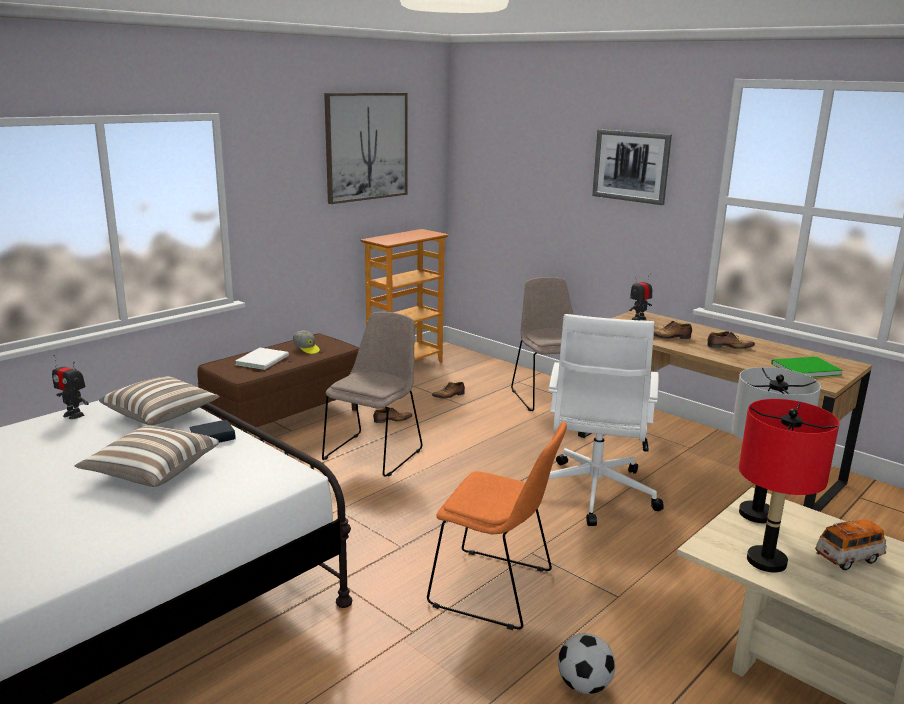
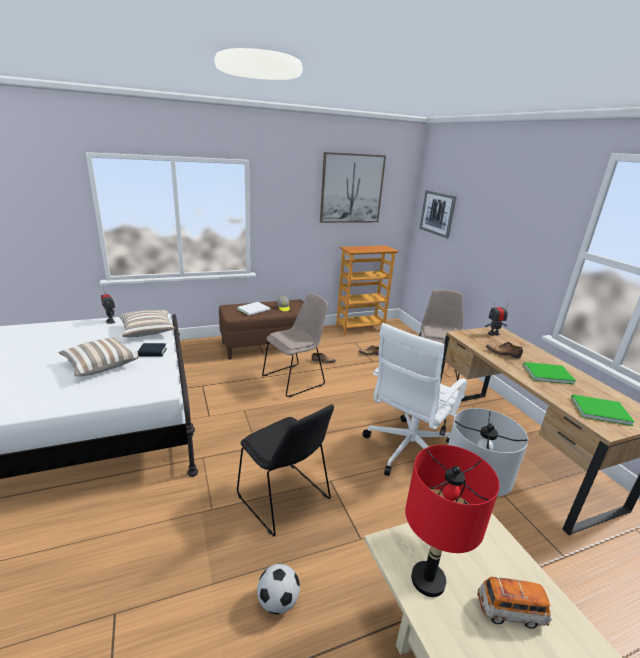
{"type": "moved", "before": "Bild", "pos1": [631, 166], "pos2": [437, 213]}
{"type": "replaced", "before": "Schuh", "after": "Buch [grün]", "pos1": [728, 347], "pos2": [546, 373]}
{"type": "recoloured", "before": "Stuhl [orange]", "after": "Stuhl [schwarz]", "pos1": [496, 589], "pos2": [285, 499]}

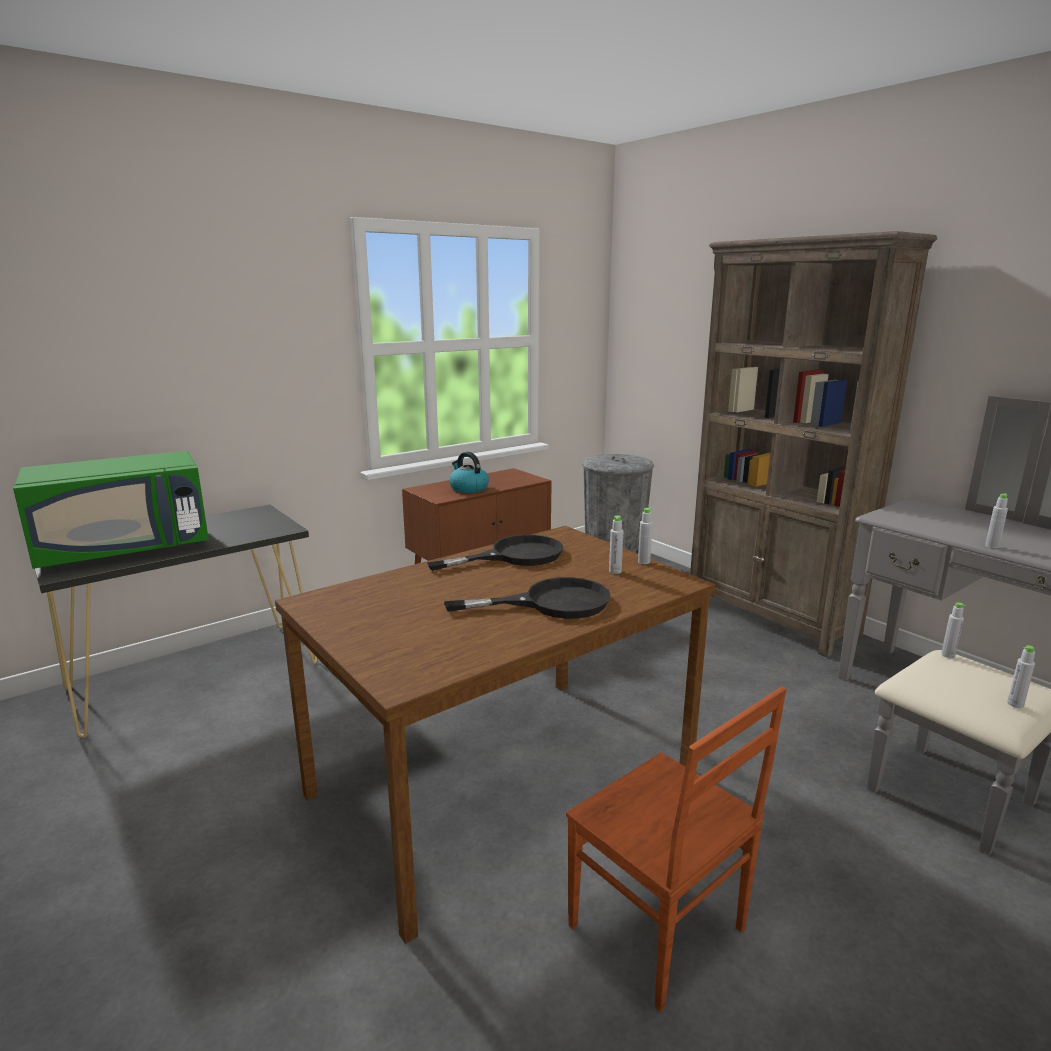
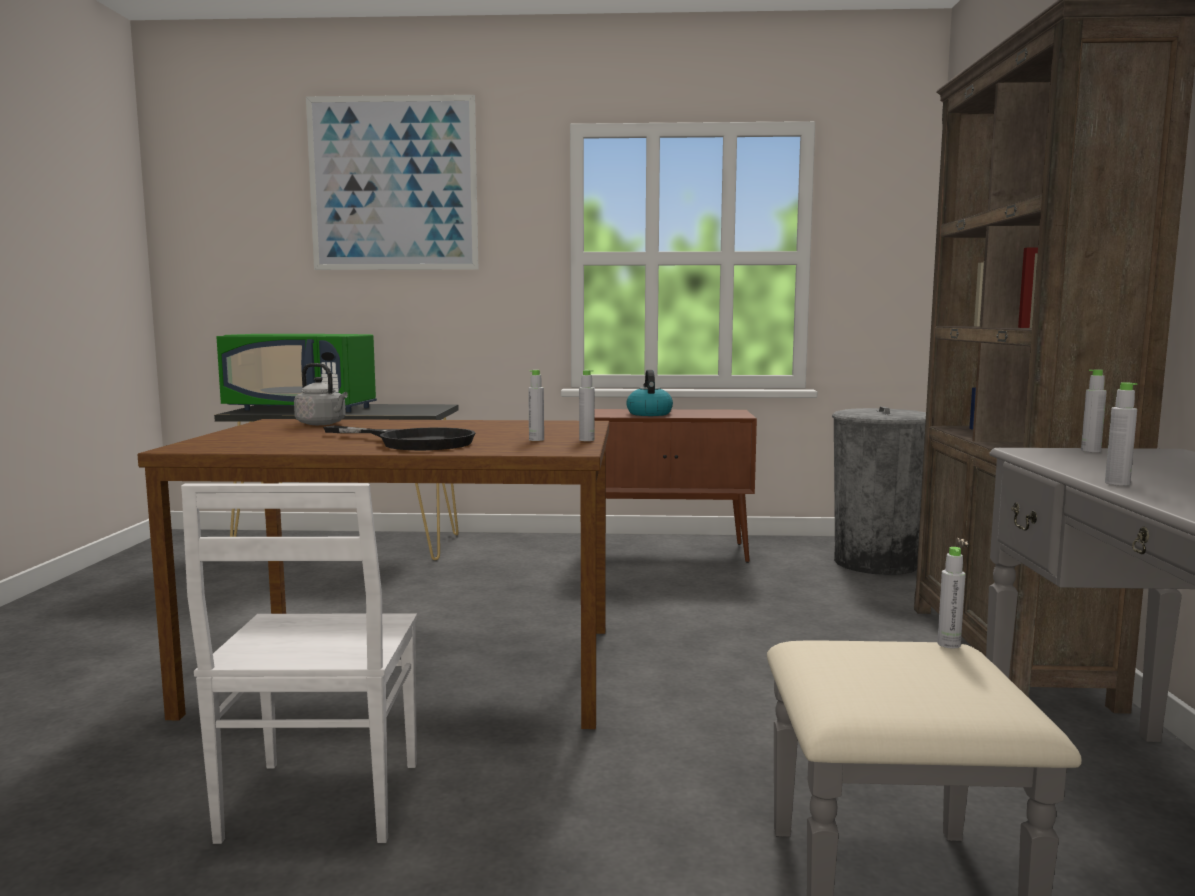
{"type": "removed", "before": "Pfanne [schwarz]", "pos1": [514, 556]}
{"type": "moved", "before": "Flasche [grau]", "pos1": [1015, 704], "pos2": [1090, 451]}
{"type": "recoloured", "before": "Stuhl [braun]", "after": "Stuhl [weiß]", "pos1": [657, 930], "pos2": [318, 803]}
{"type": "added", "after": "Bild", "pos2": [393, 184]}
{"type": "added", "after": "Wasserkessel [grau]", "pos2": [323, 424]}

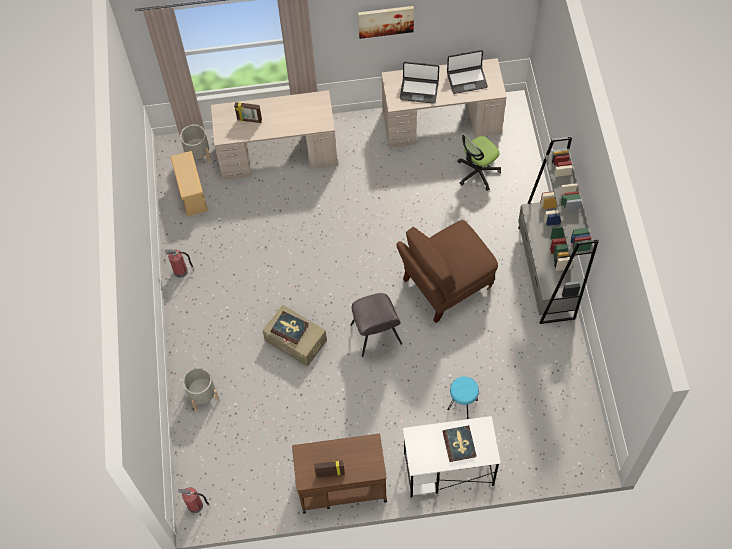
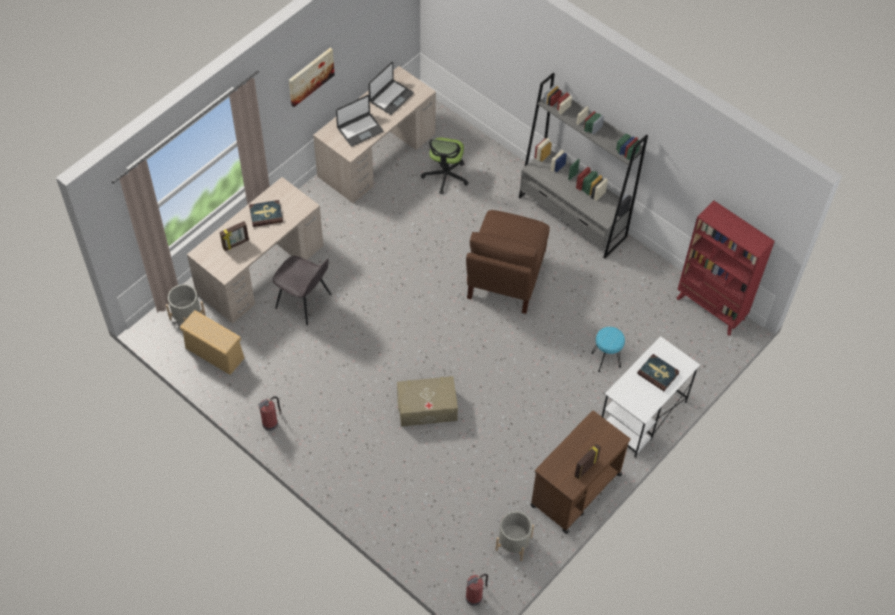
{"type": "moved", "before": "Stuhl [grau]", "pos1": [376, 336], "pos2": [304, 302]}
{"type": "moved", "before": "Buch", "pos1": [290, 328], "pos2": [266, 214]}
{"type": "moved", "before": "Pflanzkübel [grau]", "pos1": [203, 395], "pos2": [513, 543]}
{"type": "added", "after": "Bücherregal [rot]", "pos2": [710, 309]}

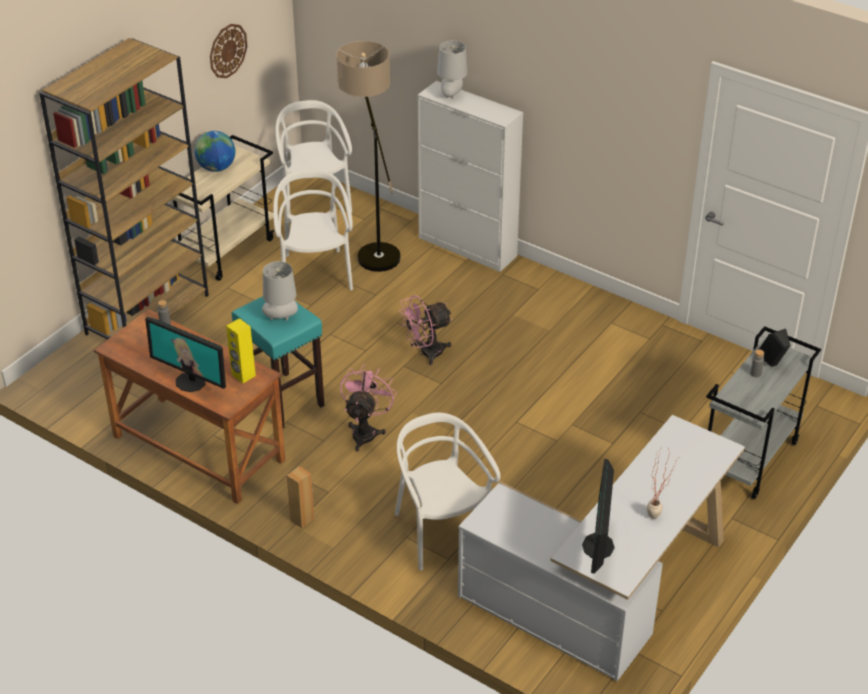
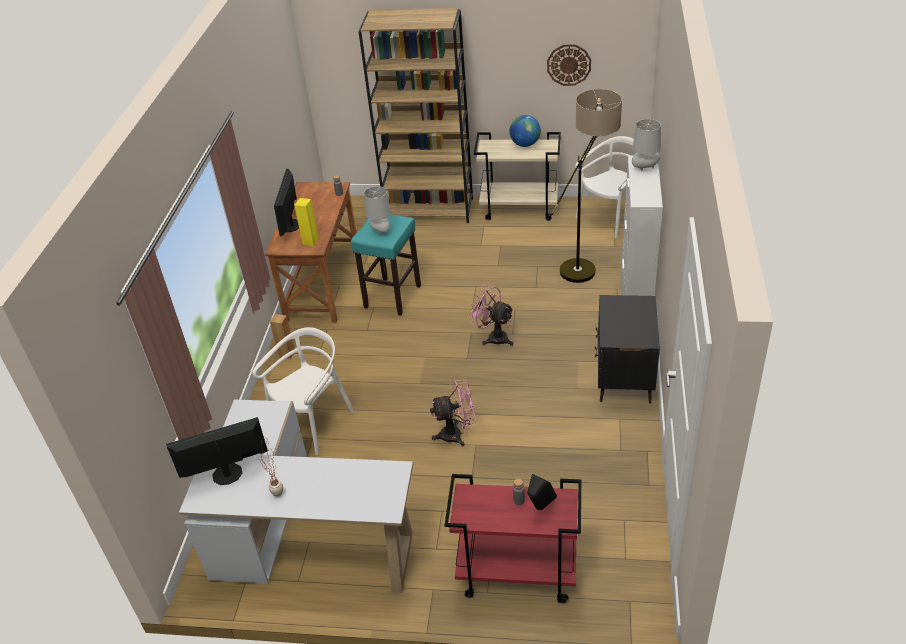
{"type": "removed", "before": "Stuhl [weiß]", "pos1": [315, 274]}
{"type": "recoloured", "before": "Rollwagen [grau]", "after": "Rollwagen [rot]", "pos1": [748, 459], "pos2": [515, 575]}
{"type": "moved", "before": "Ventilator [rosa]", "pos1": [366, 431], "pos2": [457, 434]}
{"type": "added", "after": "Nachttisch [schwarz]", "pos2": [623, 378]}

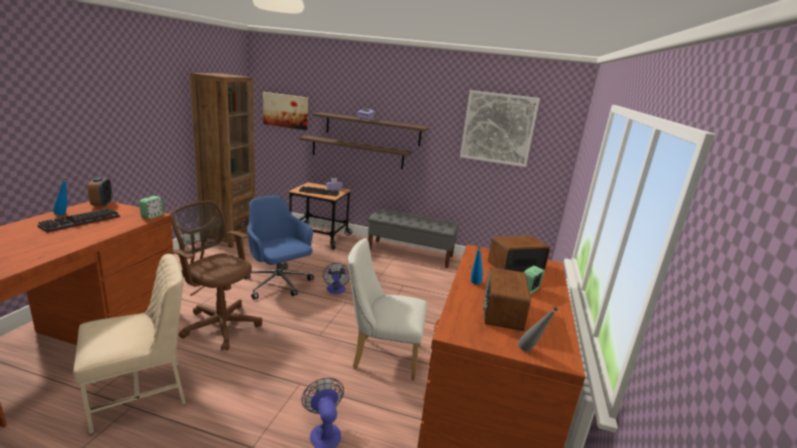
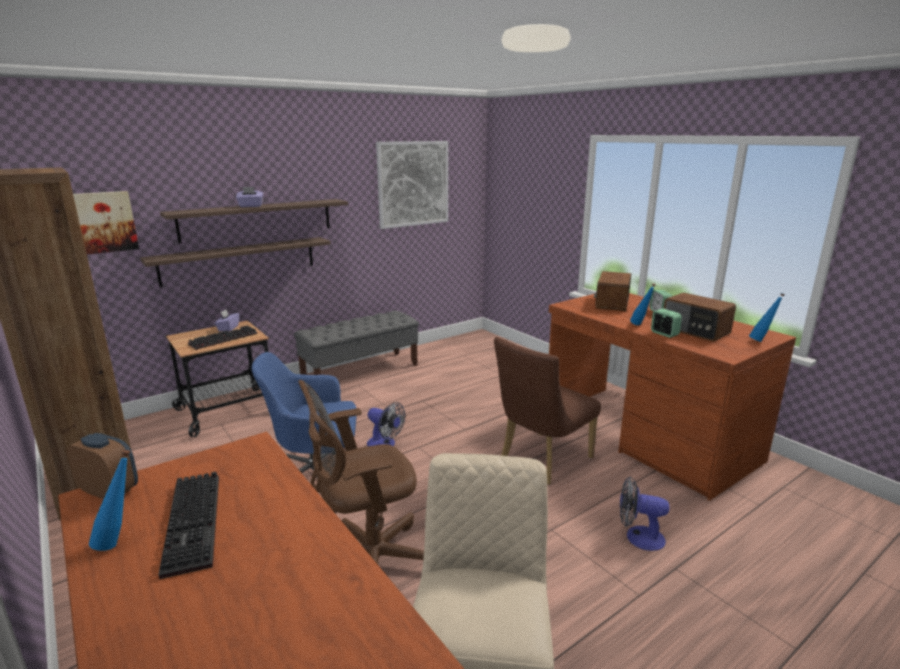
{"type": "moved", "before": "Wecker", "pos1": [152, 216], "pos2": [664, 334]}
{"type": "recoloured", "before": "Stuhl [weiß]", "after": "Stuhl [braun]", "pos1": [381, 356], "pos2": [541, 461]}
{"type": "recoloured", "before": "Flasche [grau]", "after": "Flasche [blau]", "pos1": [531, 352], "pos2": [761, 341]}

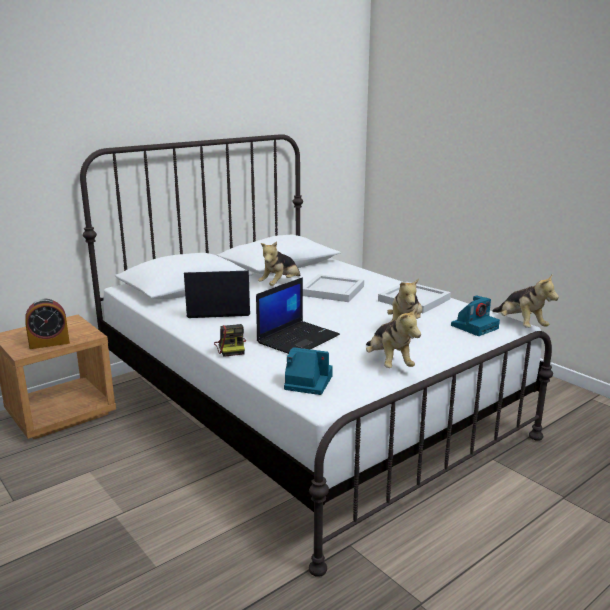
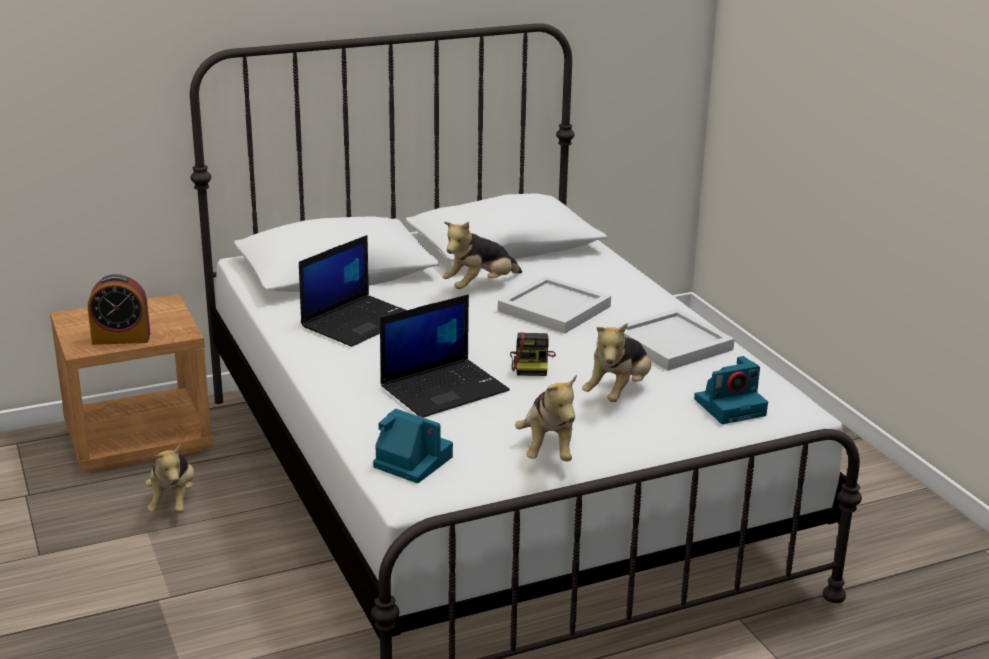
{"type": "turned", "before": "Laptop", "pos1": [218, 309], "pos2": [359, 321], "turn": 120}
{"type": "moved", "before": "Plüschtier", "pos1": [520, 325], "pos2": [173, 502]}
{"type": "moved", "before": "Kamera", "pos1": [231, 348], "pos2": [532, 363]}

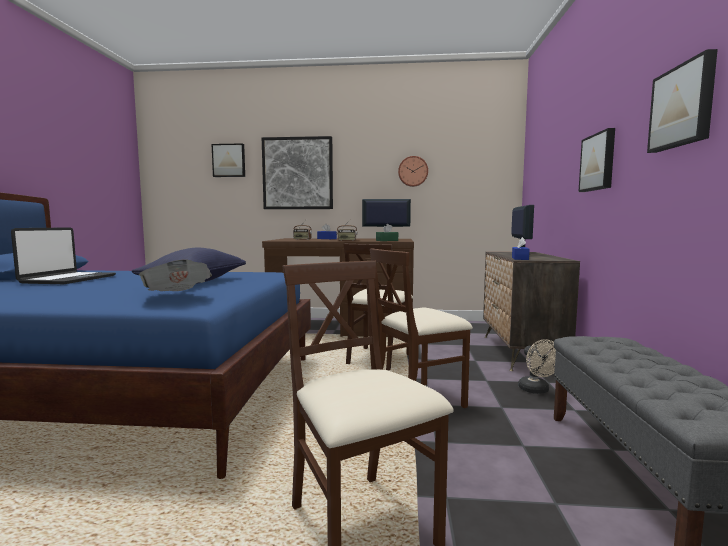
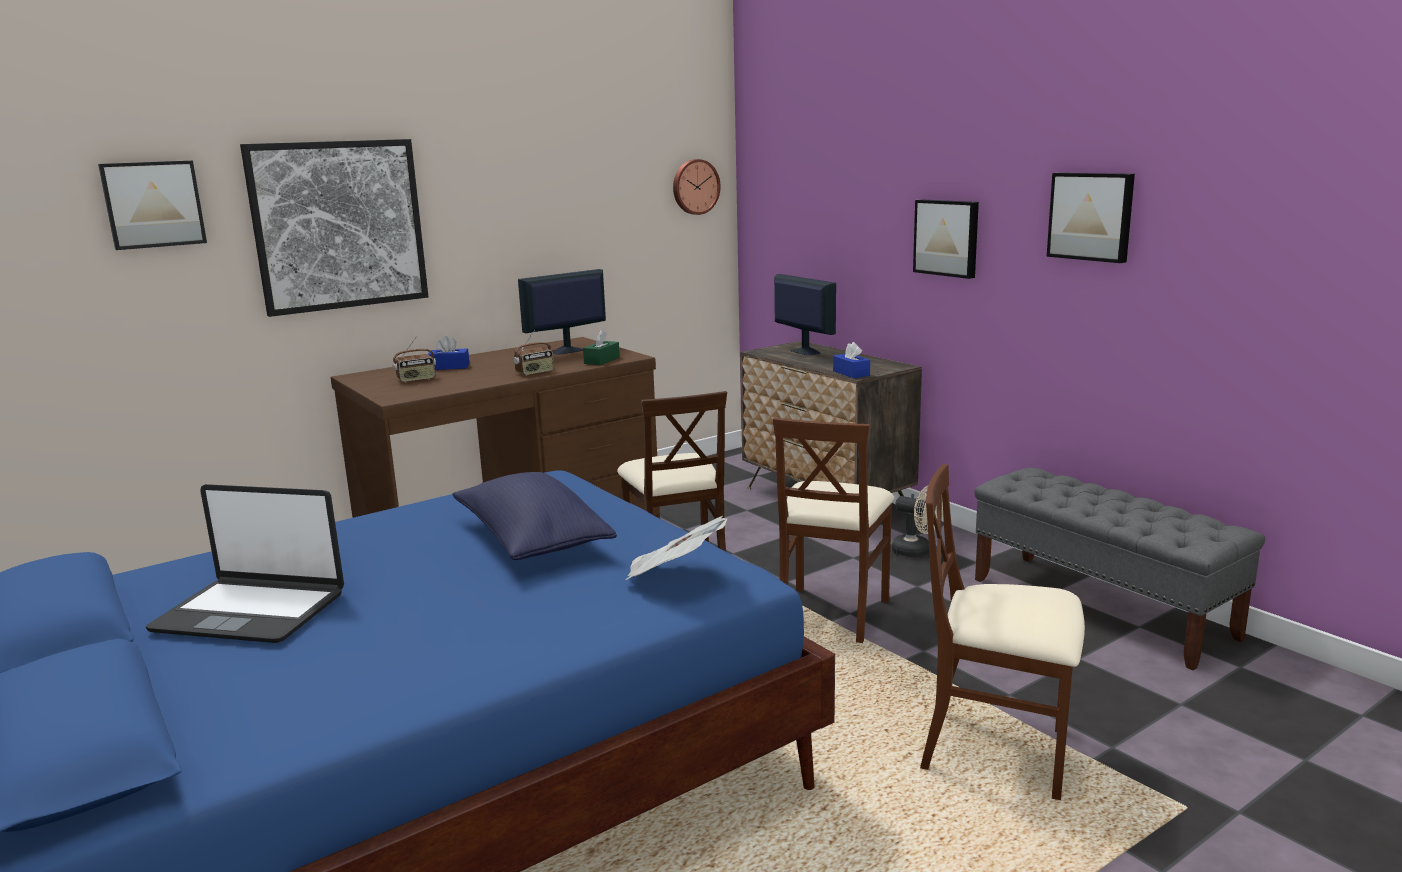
{"type": "moved", "before": "Wanduhr", "pos1": [413, 171], "pos2": [695, 187]}
{"type": "turned", "before": "Laptop", "pos1": [68, 279], "pos2": [251, 611], "turn": 135}

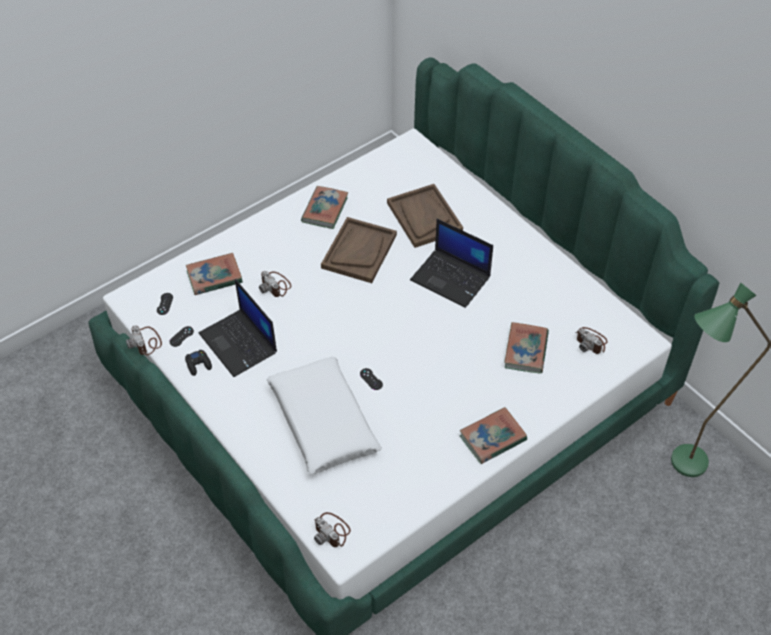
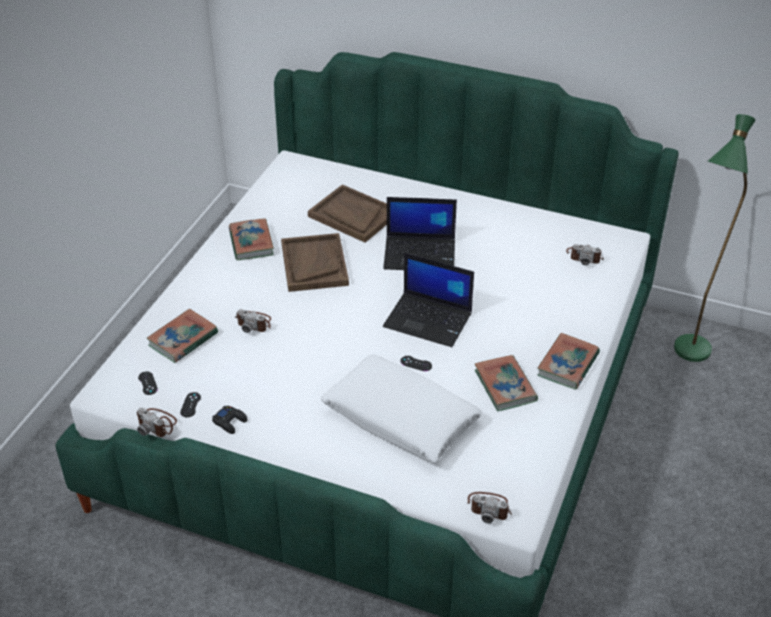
{"type": "moved", "before": "Laptop", "pos1": [239, 343], "pos2": [429, 320]}
{"type": "moved", "before": "Buch", "pos1": [526, 350], "pos2": [505, 386]}

